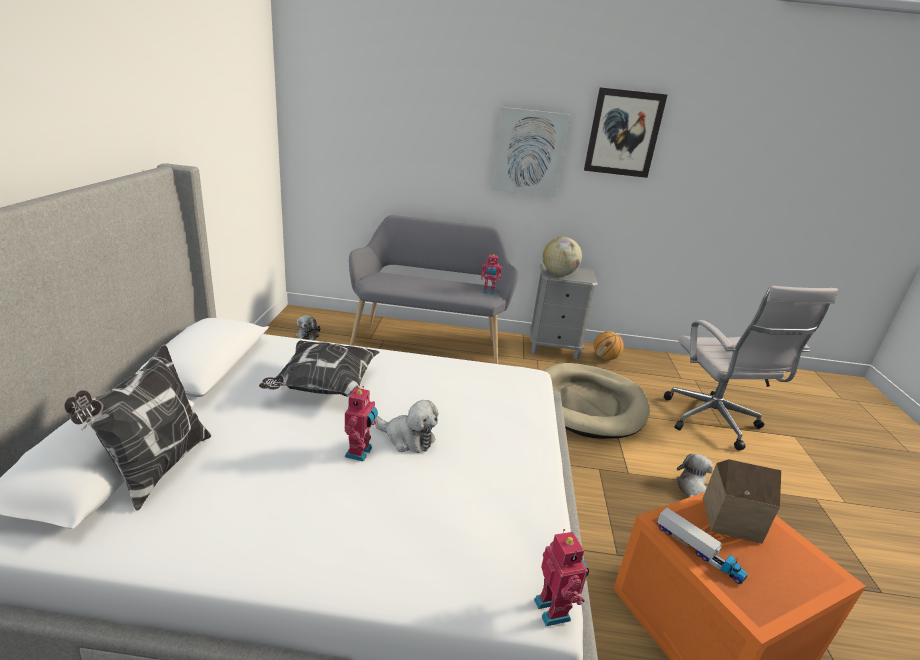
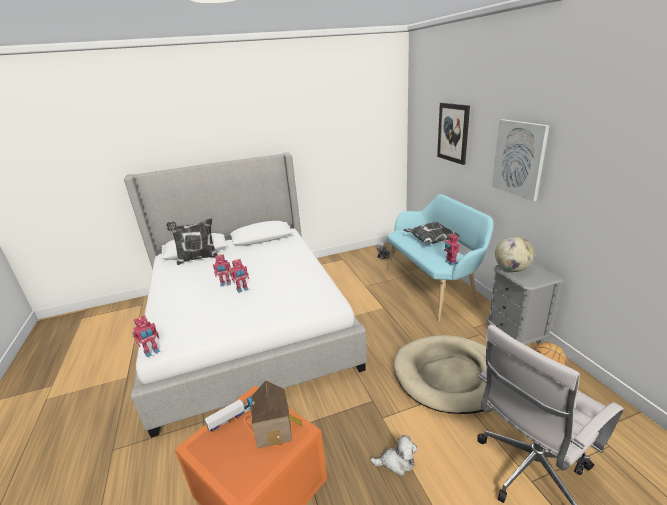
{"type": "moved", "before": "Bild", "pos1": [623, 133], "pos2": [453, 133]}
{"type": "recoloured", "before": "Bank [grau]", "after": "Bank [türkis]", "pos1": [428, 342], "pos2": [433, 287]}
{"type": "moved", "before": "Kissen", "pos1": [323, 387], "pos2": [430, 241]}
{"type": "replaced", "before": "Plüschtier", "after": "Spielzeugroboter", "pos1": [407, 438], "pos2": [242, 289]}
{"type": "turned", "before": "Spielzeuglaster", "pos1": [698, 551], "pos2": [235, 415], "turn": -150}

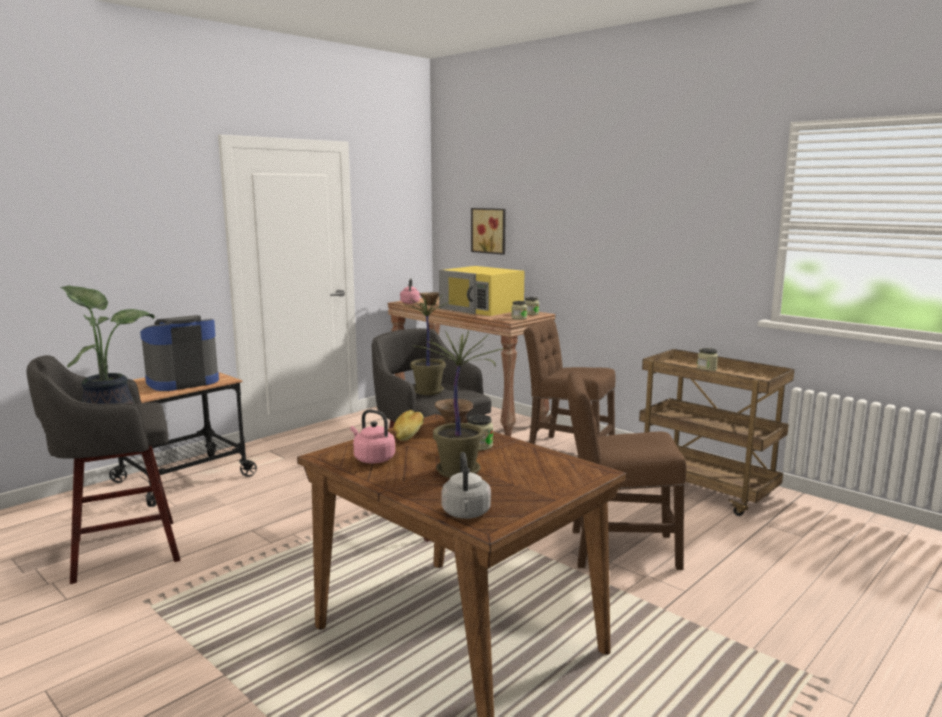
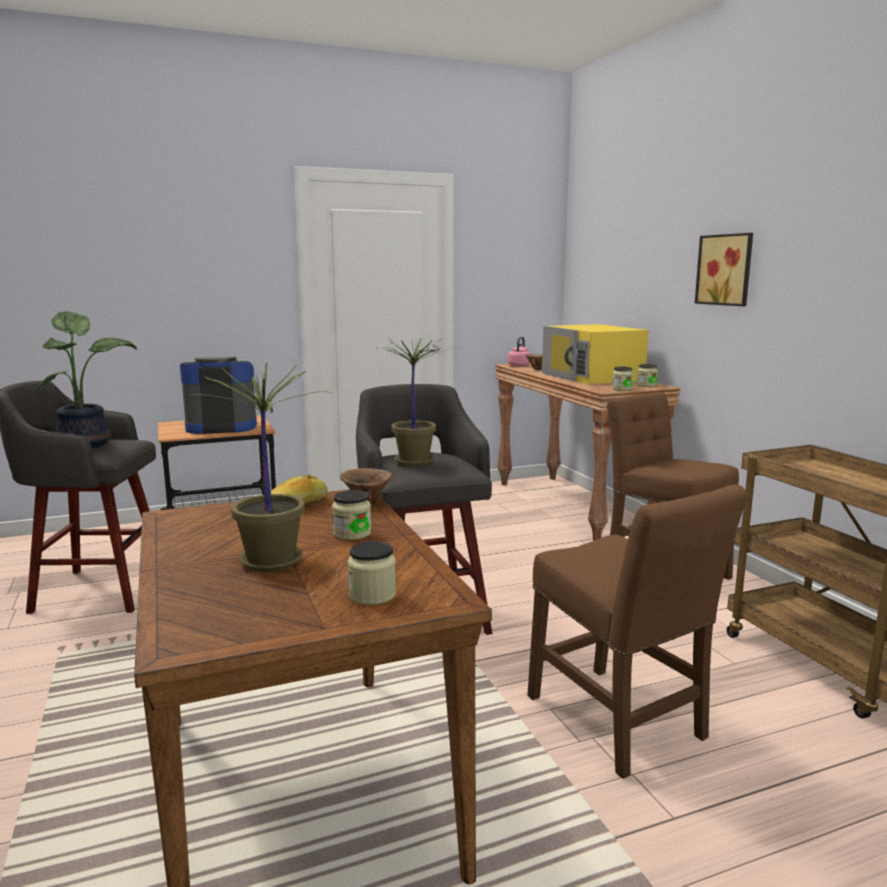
{"type": "moved", "before": "Bild", "pos1": [490, 230], "pos2": [726, 270]}
{"type": "moved", "before": "Vorratsglas", "pos1": [706, 369], "pos2": [372, 595]}
{"type": "turned", "before": "Stuhl [braun]", "pos1": [617, 549], "pos2": [619, 722], "turn": -150}
{"type": "removed", "before": "Wasserkessel [rosa]", "pos1": [372, 459]}
{"type": "removed", "before": "Wasserkessel [grau]", "pos1": [466, 514]}

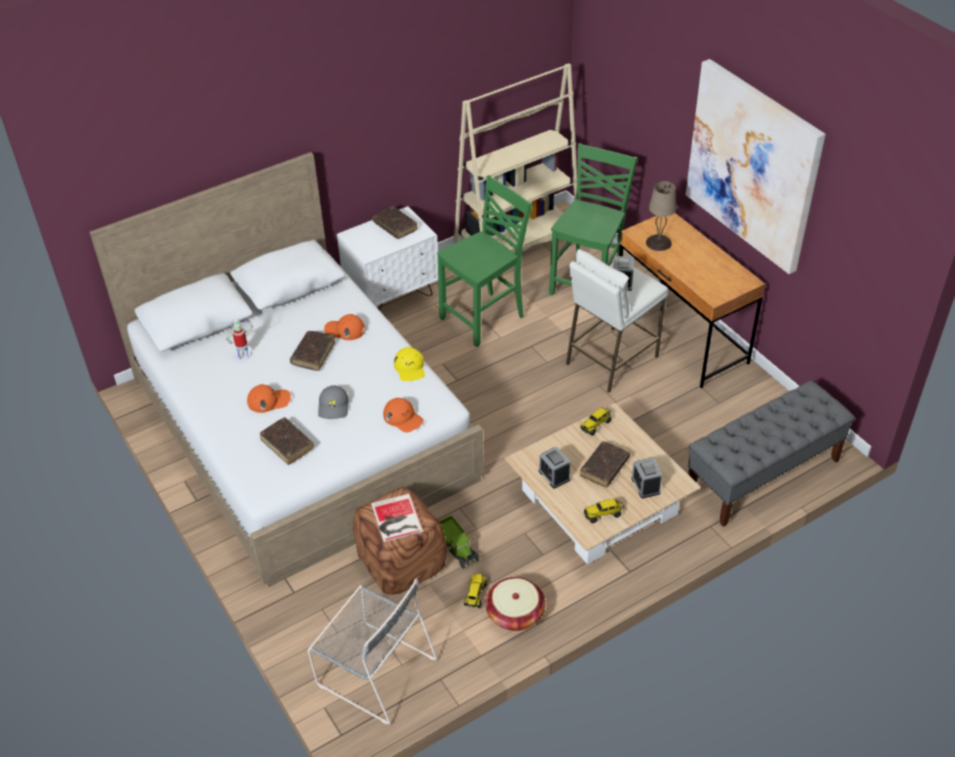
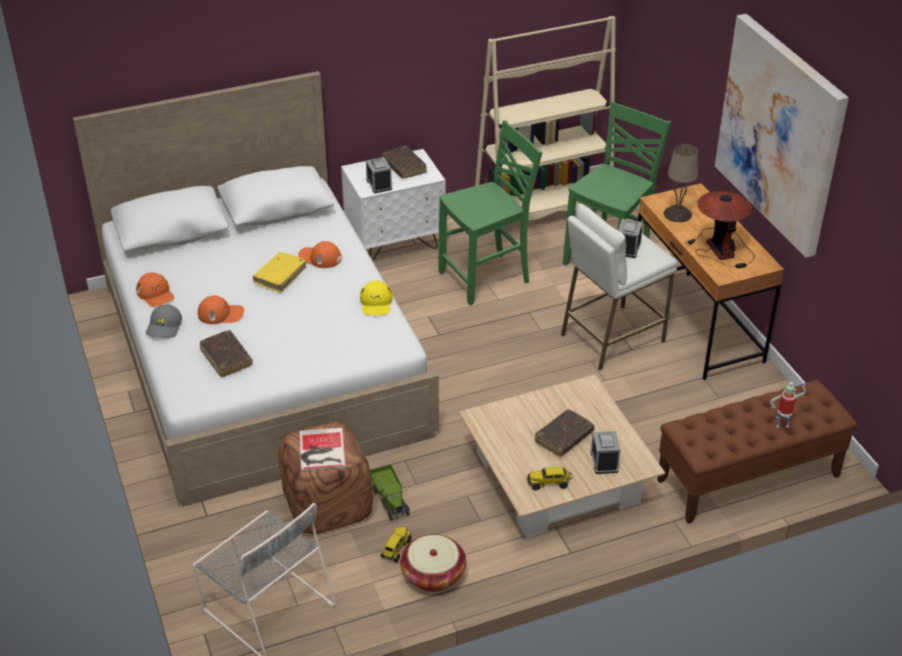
{"type": "moved", "before": "Spielzeugroboter", "pos1": [244, 356], "pos2": [782, 425]}
{"type": "recoloured", "before": "Buch [braun]", "after": "Buch [gelb]", "pos1": [313, 354], "pos2": [280, 276]}
{"type": "recoloured", "before": "Bank [grau]", "after": "Bank [braun]", "pos1": [762, 475], "pos2": [748, 478]}
{"type": "moved", "before": "Kappe [grau]", "pos1": [334, 407], "pos2": [165, 327]}
{"type": "moved", "before": "Kappe [orange]", "pos1": [403, 418], "pos2": [155, 294]}
{"type": "removed", "before": "Spielzeuglaster", "pos1": [596, 425]}
{"type": "moved", "before": "Wecker", "pos1": [554, 475], "pos2": [379, 184]}
{"type": "added", "after": "Tischlampe", "pos2": [720, 248]}

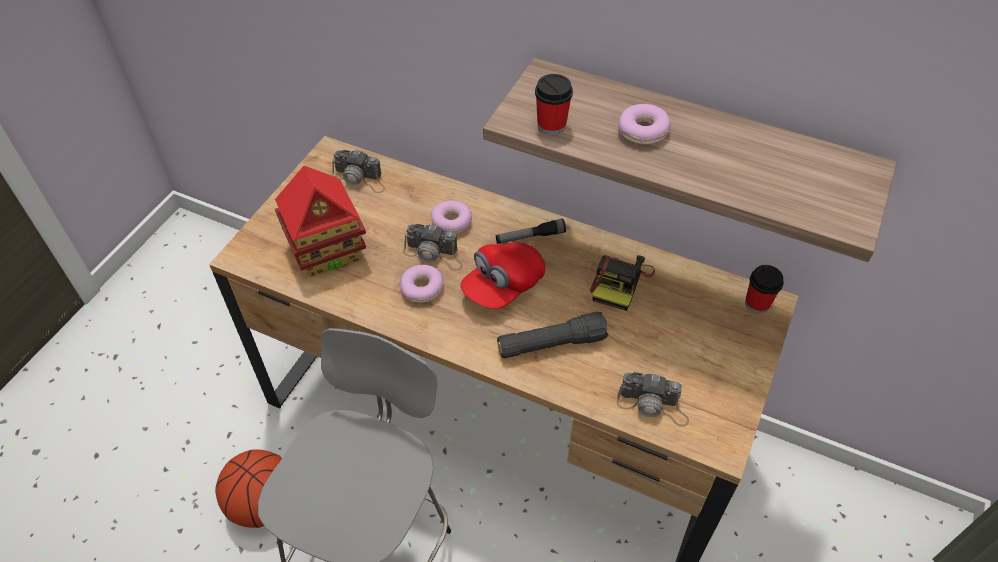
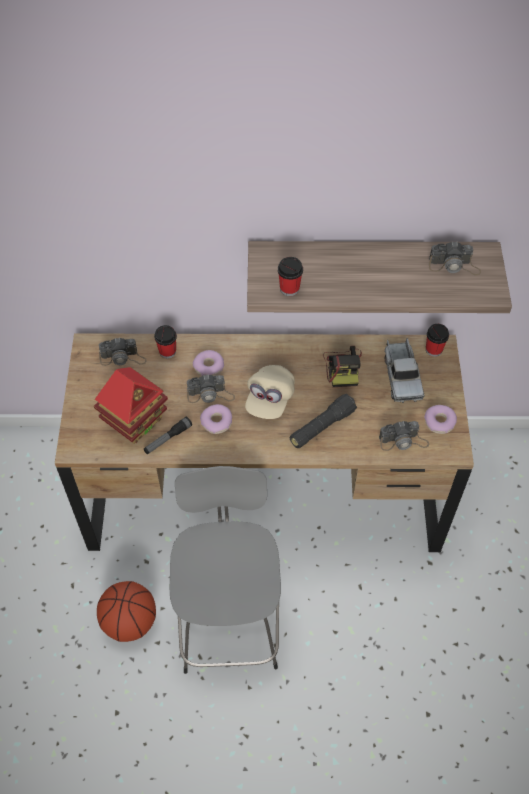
{"type": "moved", "before": "Donut", "pos1": [642, 131], "pos2": [439, 422]}
{"type": "moved", "before": "Taschenlampe", "pos1": [530, 237], "pos2": [167, 439]}
{"type": "recoloured", "before": "Kappe [rot]", "after": "Kappe [beige]", "pos1": [503, 286], "pos2": [269, 399]}
{"type": "added", "after": "Kamera", "pos2": [454, 266]}
{"type": "added", "after": "Tasse", "pos2": [167, 351]}
{"type": "added", "after": "Spielzeuglaster", "pos2": [401, 376]}

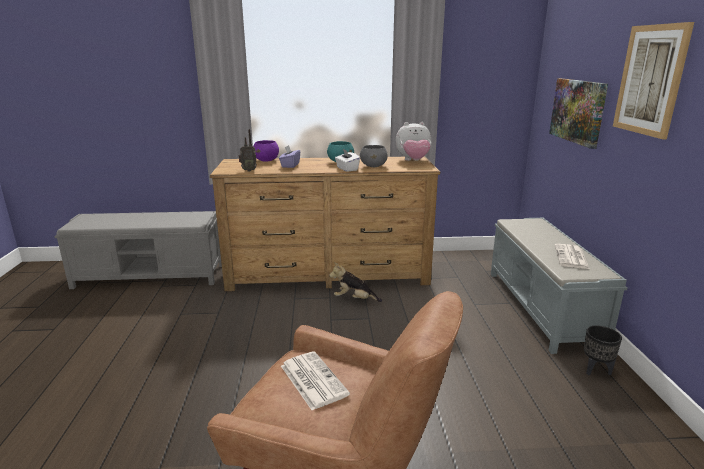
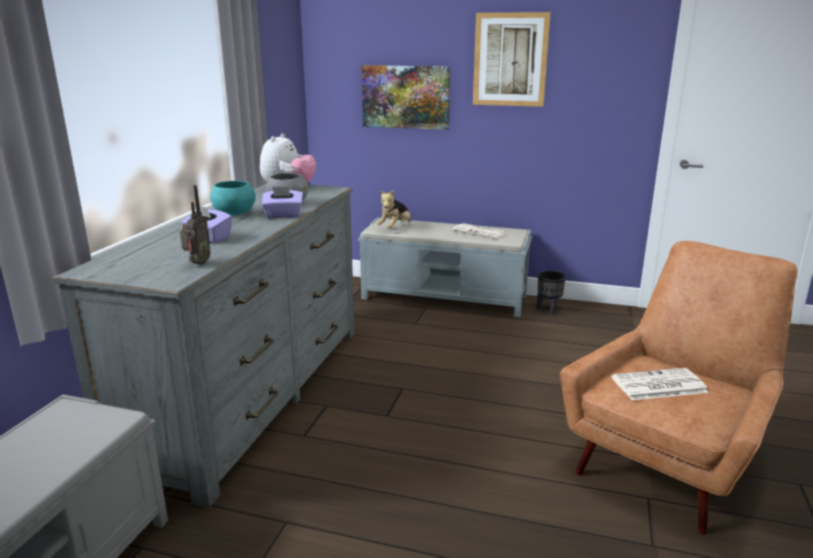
{"type": "removed", "before": "Schüssel [lila]", "pos1": [266, 160]}
{"type": "recoloured", "before": "Taschentuchbox [weiß]", "after": "Taschentuchbox [lila]", "pos1": [347, 169], "pos2": [283, 215]}
{"type": "recoloured", "before": "Kommode [braun]", "after": "Kommode [grau]", "pos1": [328, 274], "pos2": [253, 394]}
{"type": "moved", "before": "Plüschtier", "pos1": [354, 299], "pos2": [395, 228]}

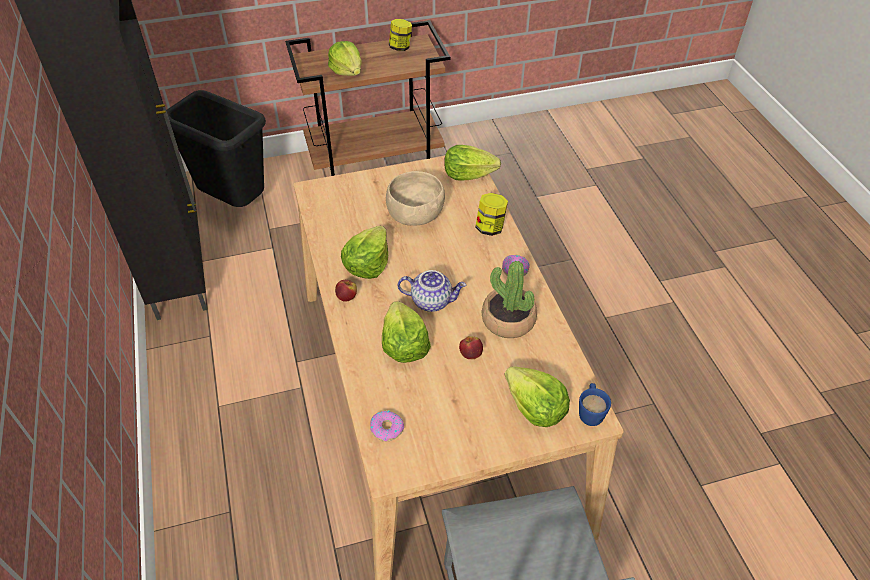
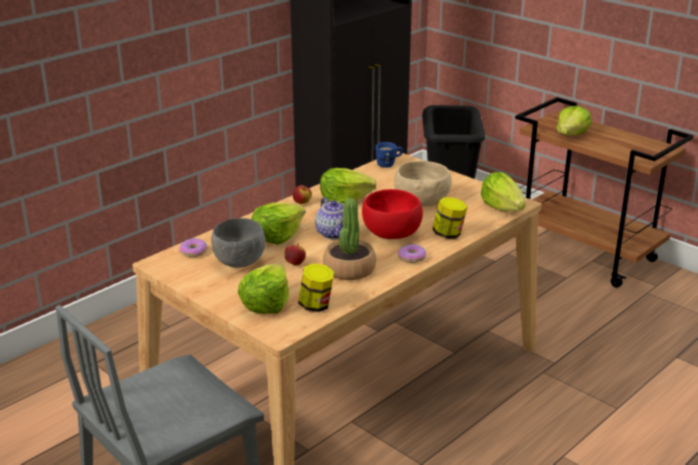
{"type": "moved", "before": "Vorratsglas", "pos1": [400, 47], "pos2": [316, 305]}
{"type": "moved", "before": "Henkelbecher [blau]", "pos1": [590, 412], "pos2": [389, 164]}
{"type": "added", "after": "Schüssel [rot]", "pos2": [392, 233]}
{"type": "added", "after": "Schüssel [grau]", "pos2": [240, 263]}

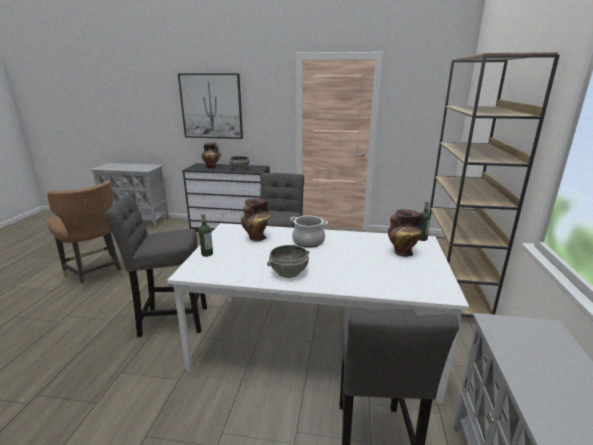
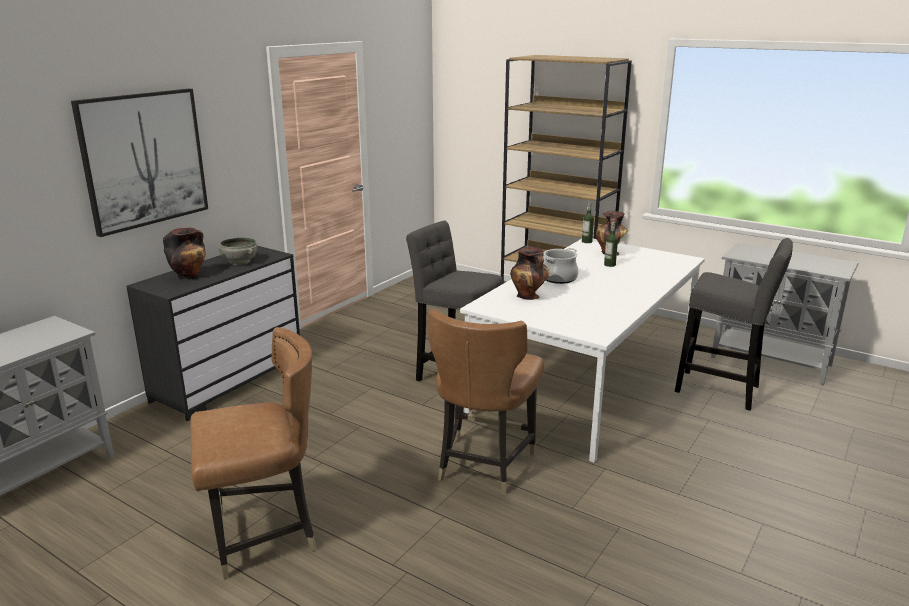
{"type": "replaced", "before": "Hocker [grau]", "after": "Stuhl [braun]", "pos1": [170, 320], "pos2": [483, 465]}
{"type": "moved", "before": "Flasche", "pos1": [207, 254], "pos2": [609, 265]}
{"type": "removed", "before": "Schüssel [grau]", "pos1": [289, 272]}

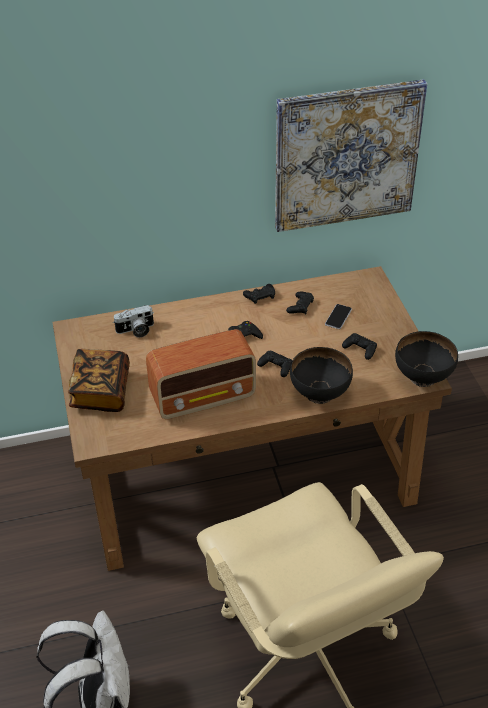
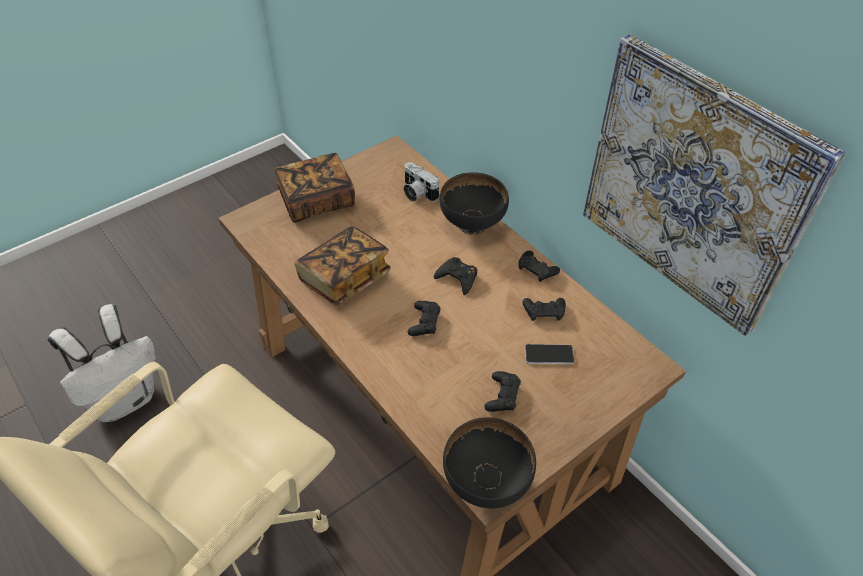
{"type": "replaced", "before": "Radio", "after": "Buch", "pos1": [204, 397], "pos2": [344, 278]}
{"type": "moved", "before": "Schüssel [schwarz]", "pos1": [319, 395], "pos2": [471, 225]}

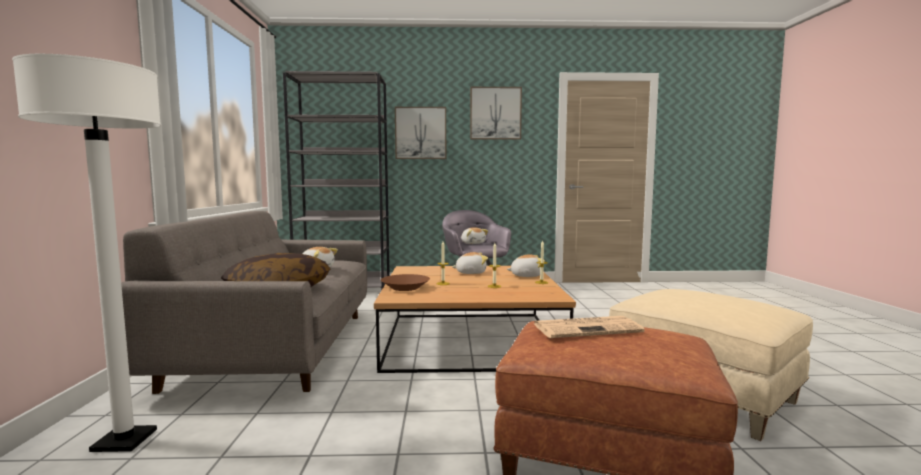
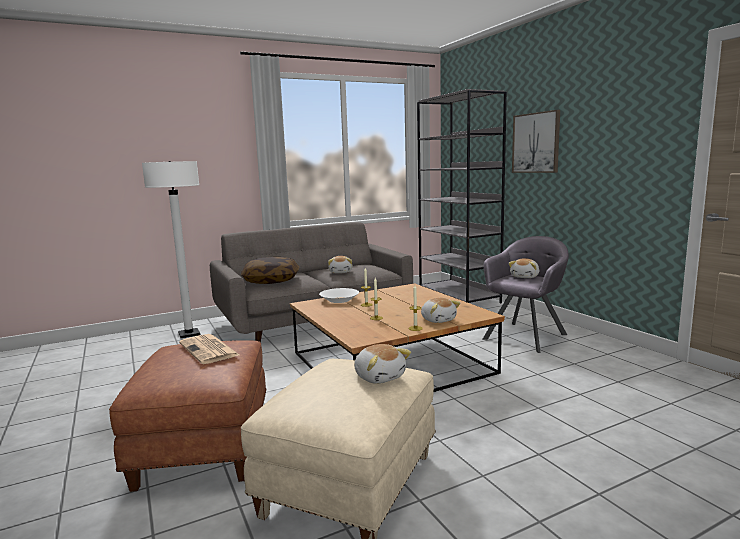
{"type": "removed", "before": "Bild", "pos1": [495, 113]}
{"type": "moved", "before": "Plüschtier", "pos1": [470, 273], "pos2": [380, 376]}
{"type": "recoloured", "before": "Schüssel [braun]", "after": "Schüssel [weiß]", "pos1": [405, 288], "pos2": [339, 300]}

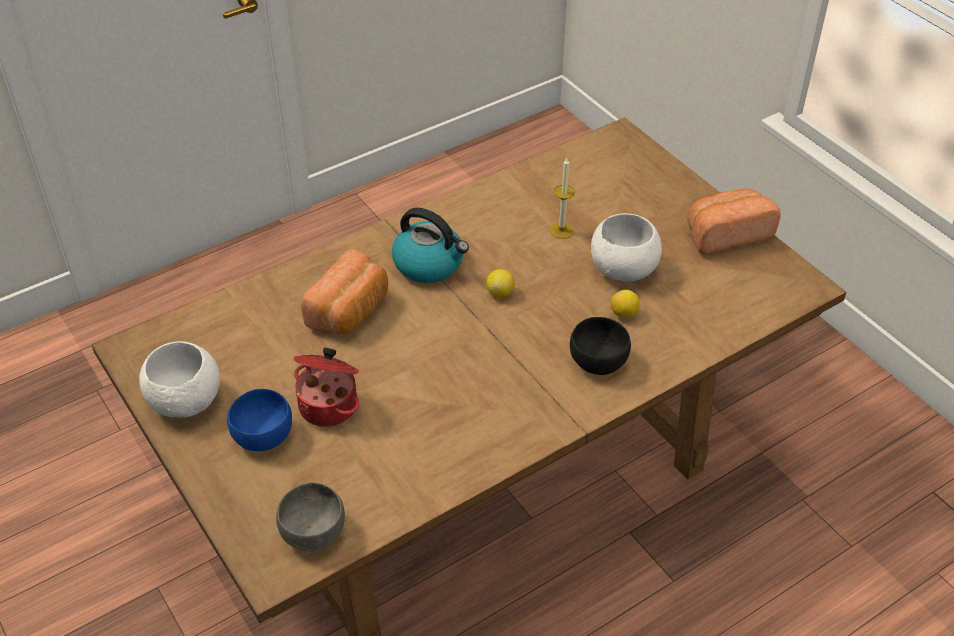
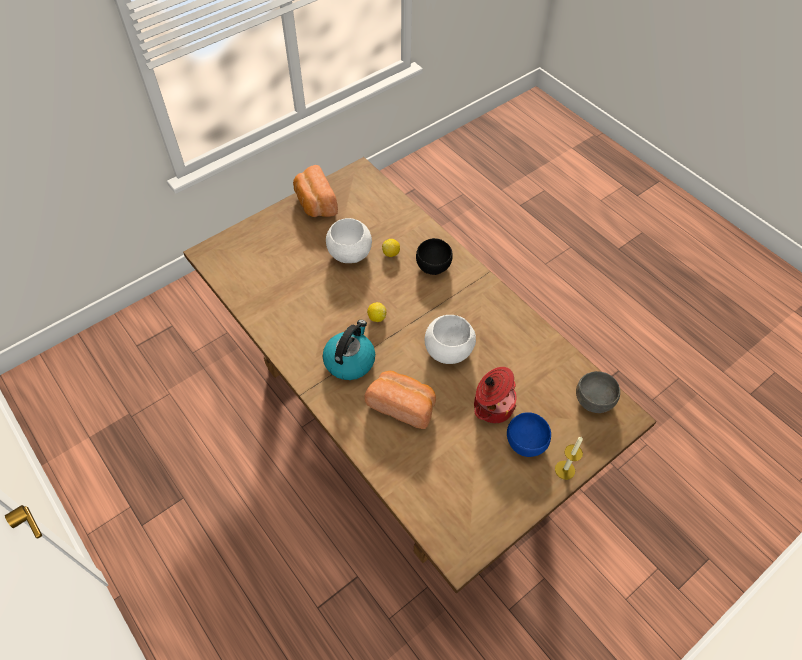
{"type": "moved", "before": "Kerze", "pos1": [561, 230], "pos2": [565, 470]}
{"type": "moved", "before": "Schüssel [weiß]", "pos1": [183, 401], "pos2": [449, 351]}

